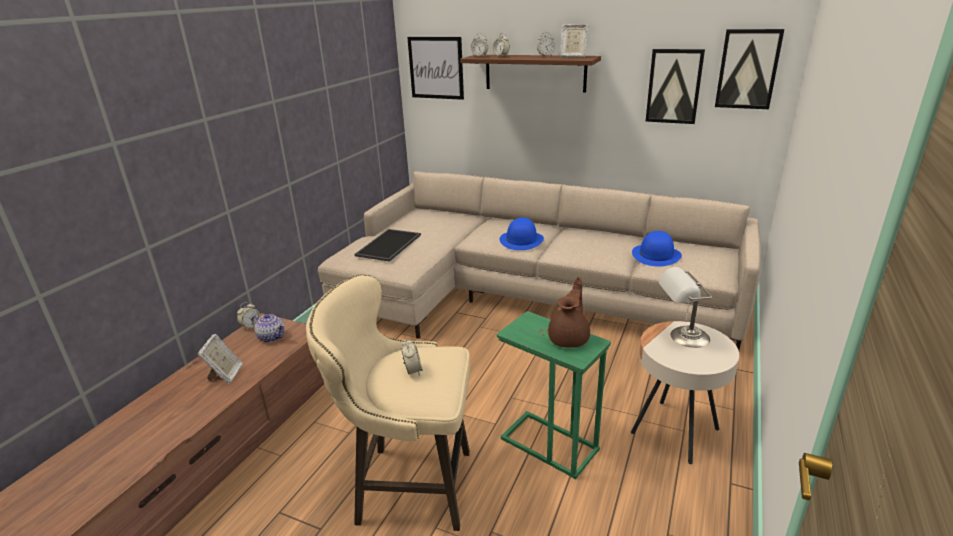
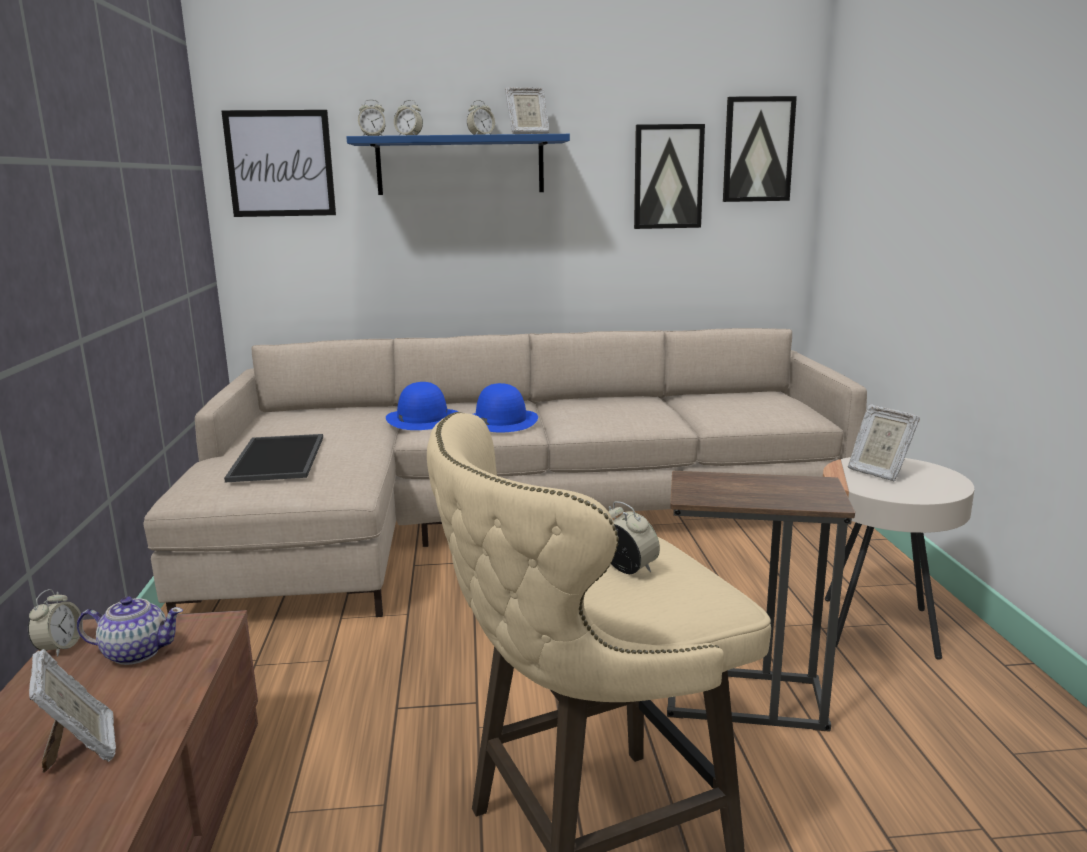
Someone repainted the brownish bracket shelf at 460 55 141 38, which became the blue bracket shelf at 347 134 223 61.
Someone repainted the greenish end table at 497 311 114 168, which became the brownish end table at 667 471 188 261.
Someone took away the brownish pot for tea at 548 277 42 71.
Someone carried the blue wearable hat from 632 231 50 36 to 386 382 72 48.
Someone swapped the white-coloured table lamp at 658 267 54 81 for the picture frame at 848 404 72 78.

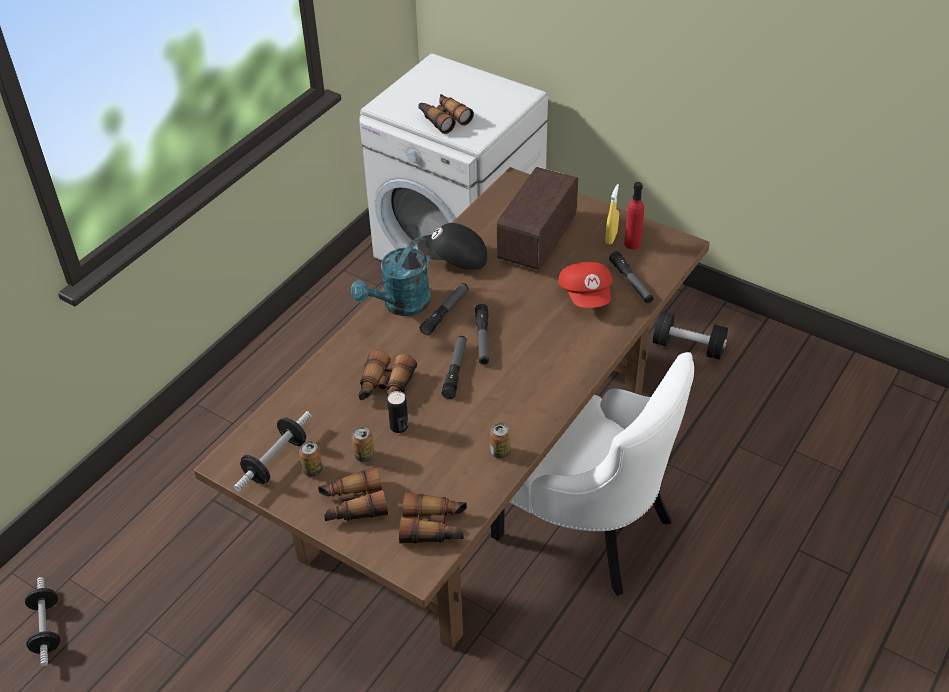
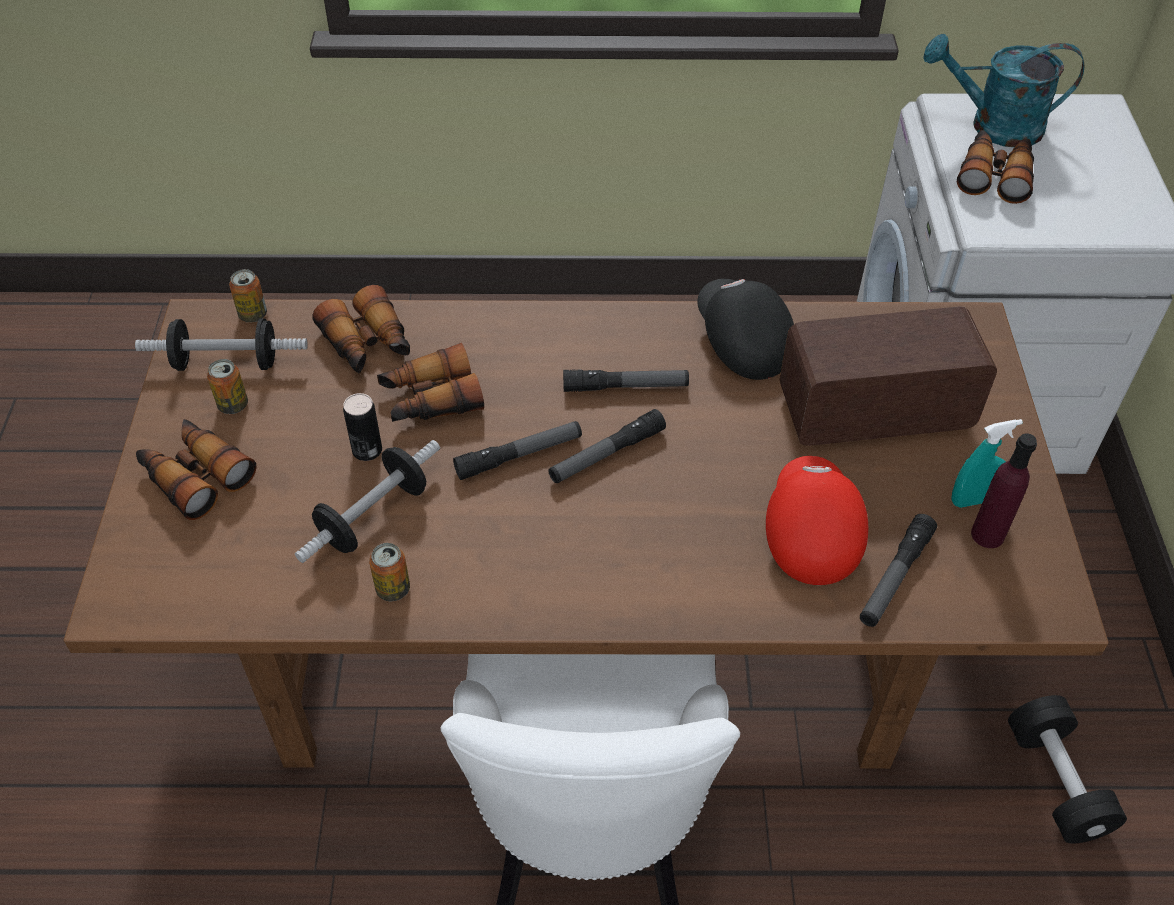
Someone carried the free weight from 25 577 35 89 to 295 440 145 123.
Someone carried the blue-green sprinkling can from 351 237 80 79 to 923 34 162 113.
Someone carried the sealed can from 352 427 22 35 to 229 269 38 54.
Someone carried the pair of binoculars from 399 492 68 52 to 312 285 98 88.
Someone rotated the red baseball cap at 558 262 55 46 by 135 degrees clockwise.
Someone repainted the yellow-coloured spray bottle at 605 184 14 61, which became the blue-green spray bottle at 951 419 72 89.
Someone repainted the red bottle at 624 182 20 67, which became the purplish bottle at 971 433 66 115.

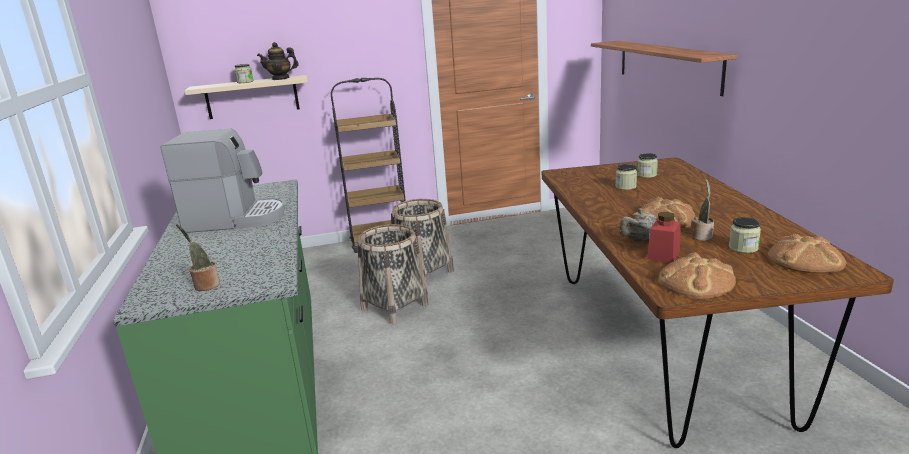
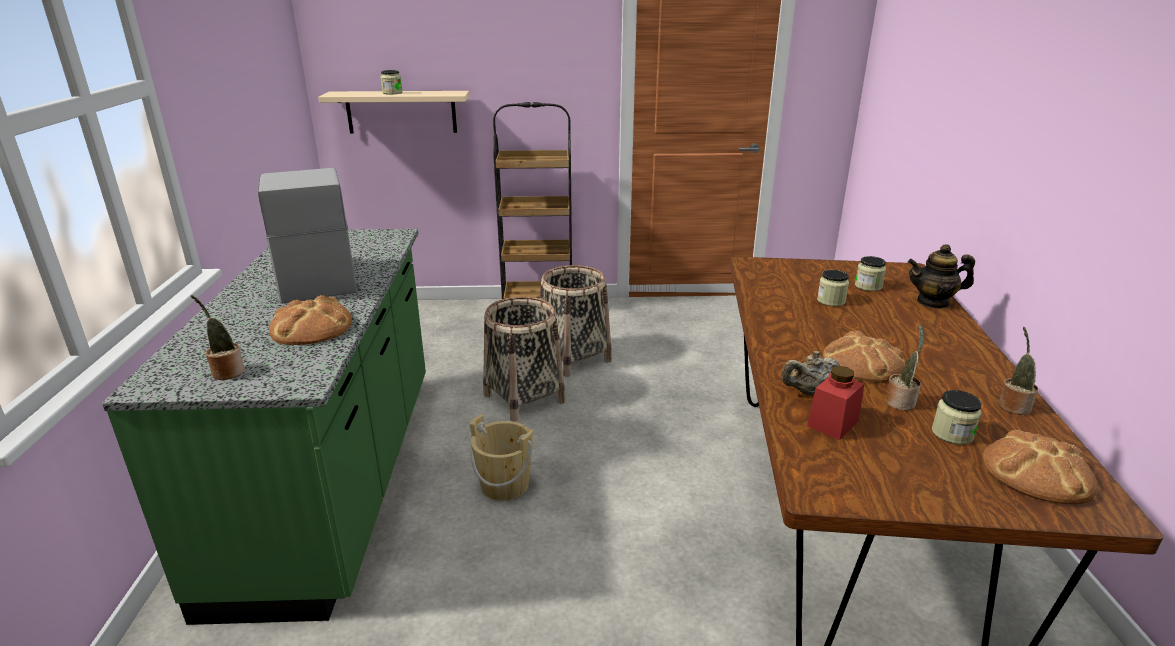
Someone rotated the coffee maker at 161 129 124 104 by 120 degrees counterclockwise.
Someone carried the pot for tea from 257 42 42 38 to 908 244 67 65.
Someone took away the bracket shelf at 591 41 147 55.
Someone carried the baked bread from 658 252 78 47 to 269 295 83 50.
Someone put down the beige-coloured bucket at 469 414 65 87.
Someone put down the houseplant at 998 327 40 88.

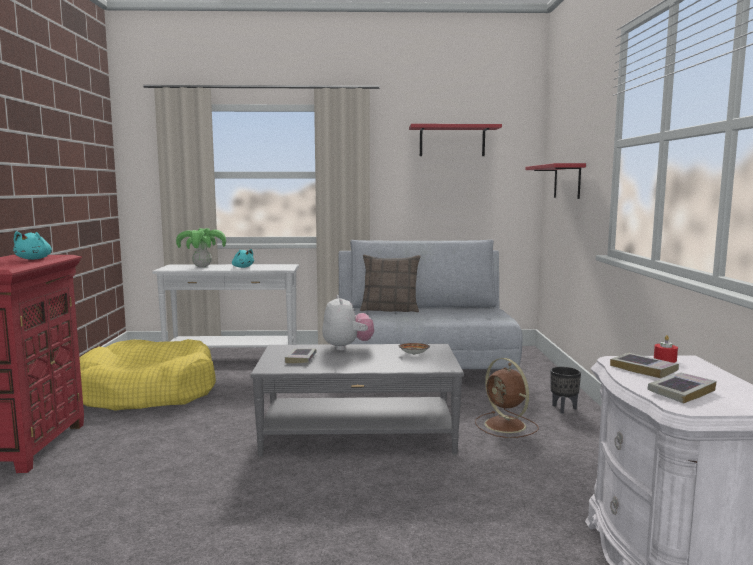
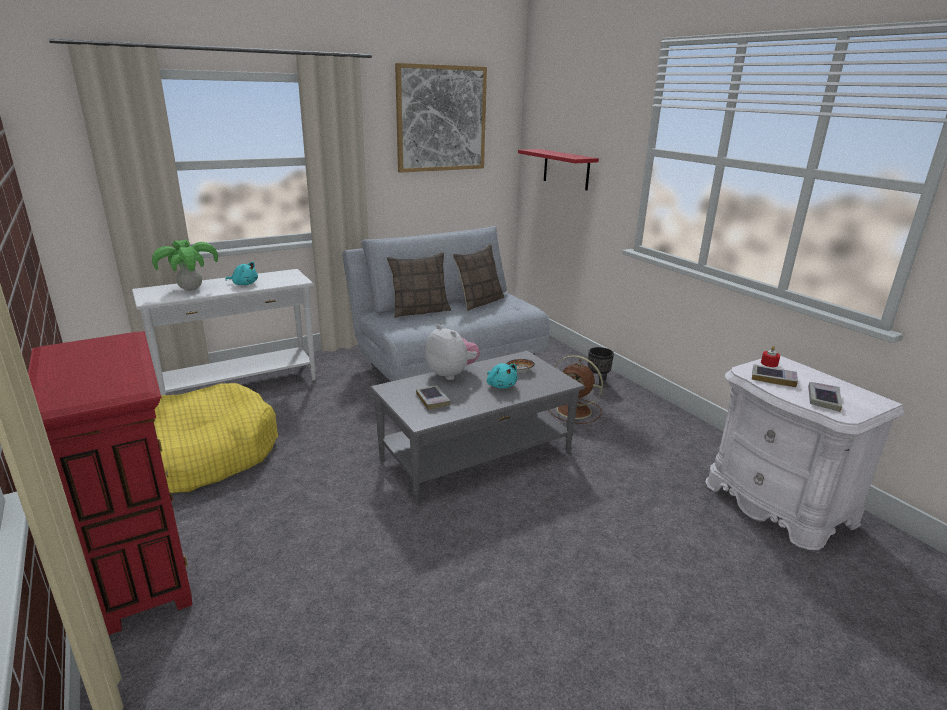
Someone carried the blue-green cuddly toy from 13 231 39 29 to 487 363 31 26.
Someone swapped the red bracket shelf at 409 124 93 32 for the picture at 395 63 92 110.
Someone put down the throw pillow at 453 244 51 67.

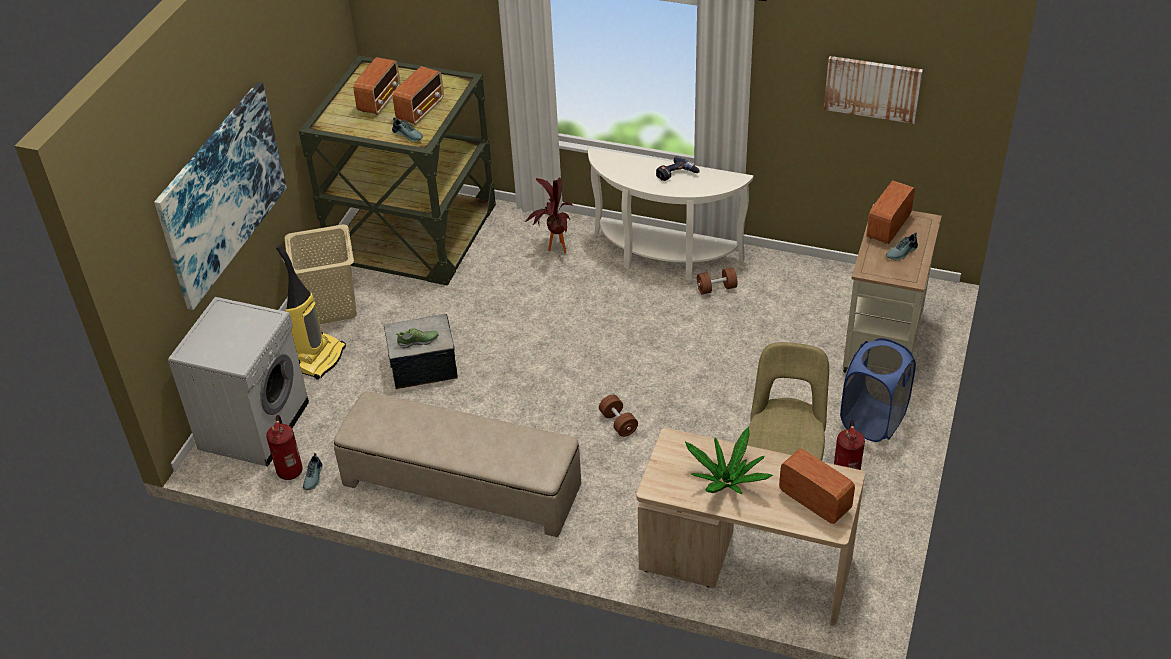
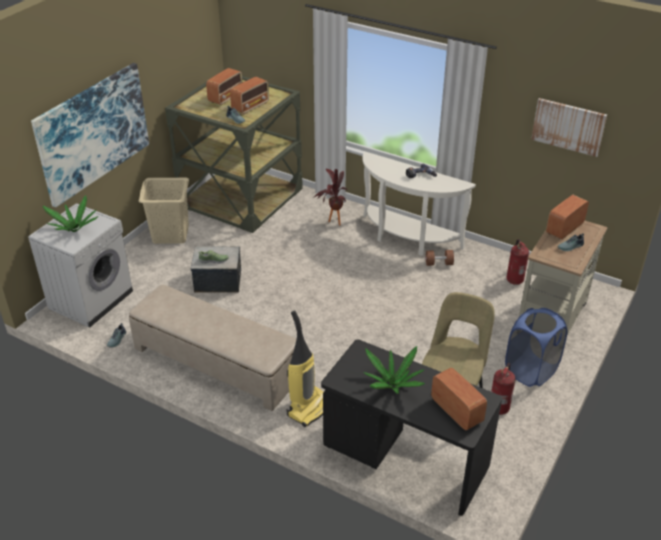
Someone carried the extinguisher from 266 415 37 65 to 507 239 22 46.
Someone carried the hoover from 276 245 70 135 to 287 310 36 117.
Someone took away the brownish free weight at 599 394 39 43.
Someone repainted the beige-coloured desk at 636 428 229 198, which became the blackish desk at 321 339 181 177.
Someone put down the houseplant at 43 195 55 37.

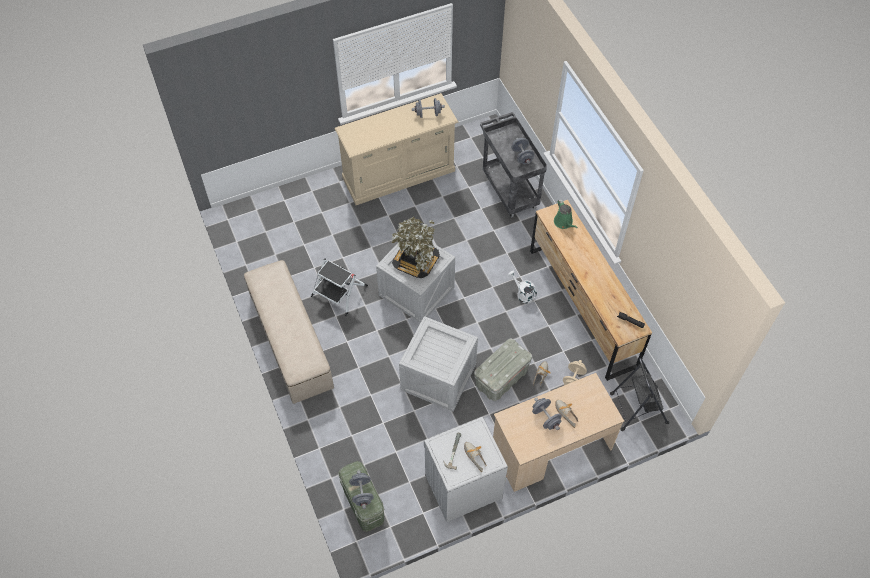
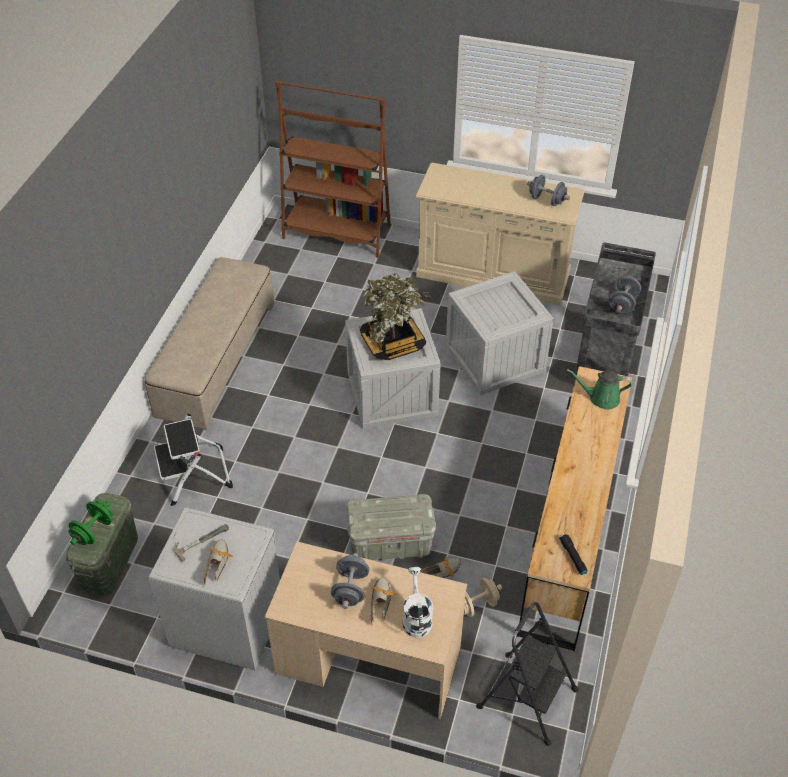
Someone carried the step ladder from 311 258 57 59 to 154 413 79 93.
Someone repainted the grey free weight at 349 470 25 39, which became the greenish free weight at 69 501 44 44.
Someone carried the crate from 399 316 79 96 to 446 271 108 124.
Someone carried the white-coloured sprinkling can from 508 271 29 32 to 403 567 30 71.
Someone rotated the greenish sprinkling can at 554 199 24 30 by 75 degrees clockwise.
Someone put down the brownish bookcase at 275 80 116 177.

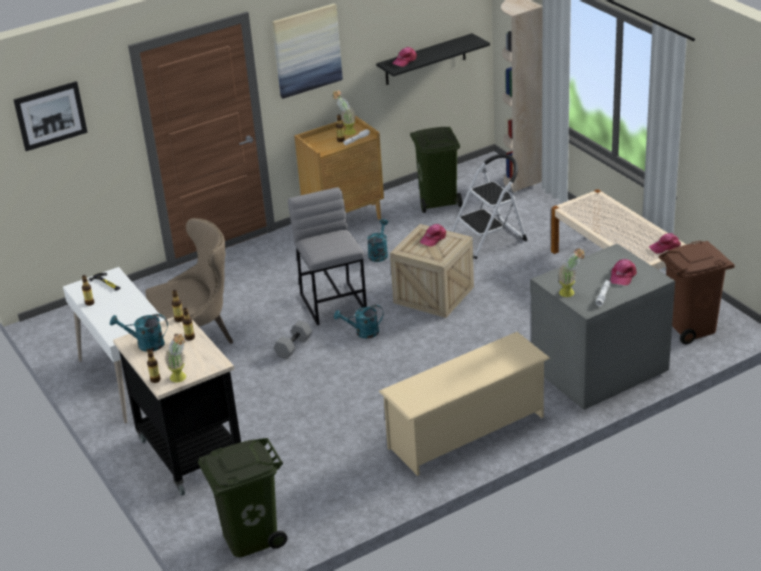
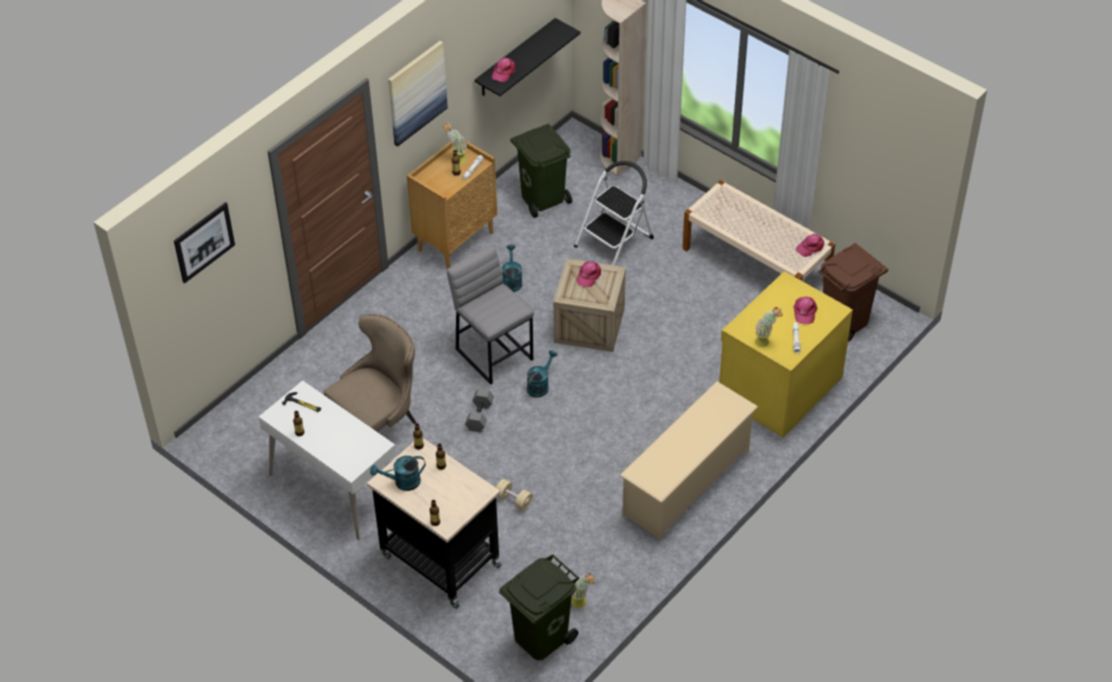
Someone carried the houseplant from 164 334 22 48 to 571 573 24 35.
Someone rotated the blue-green sprinkling can at 334 305 50 34 by 150 degrees clockwise.
Someone repainted the grey laundry appliance at 530 244 145 166, which became the yellow-coloured laundry appliance at 719 271 134 167.
Someone put down the beige-coloured free weight at 496 479 37 32.

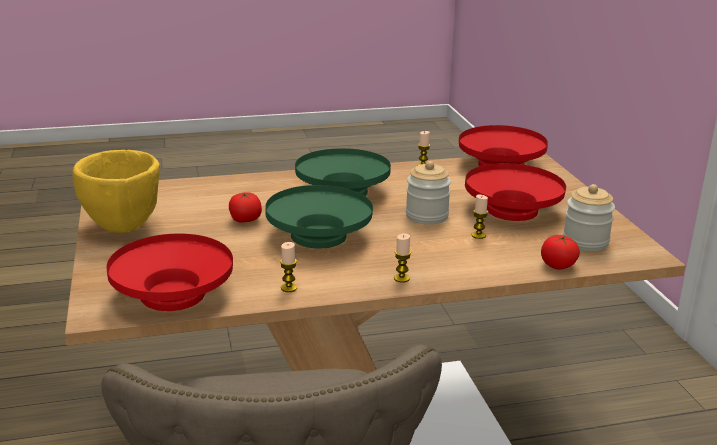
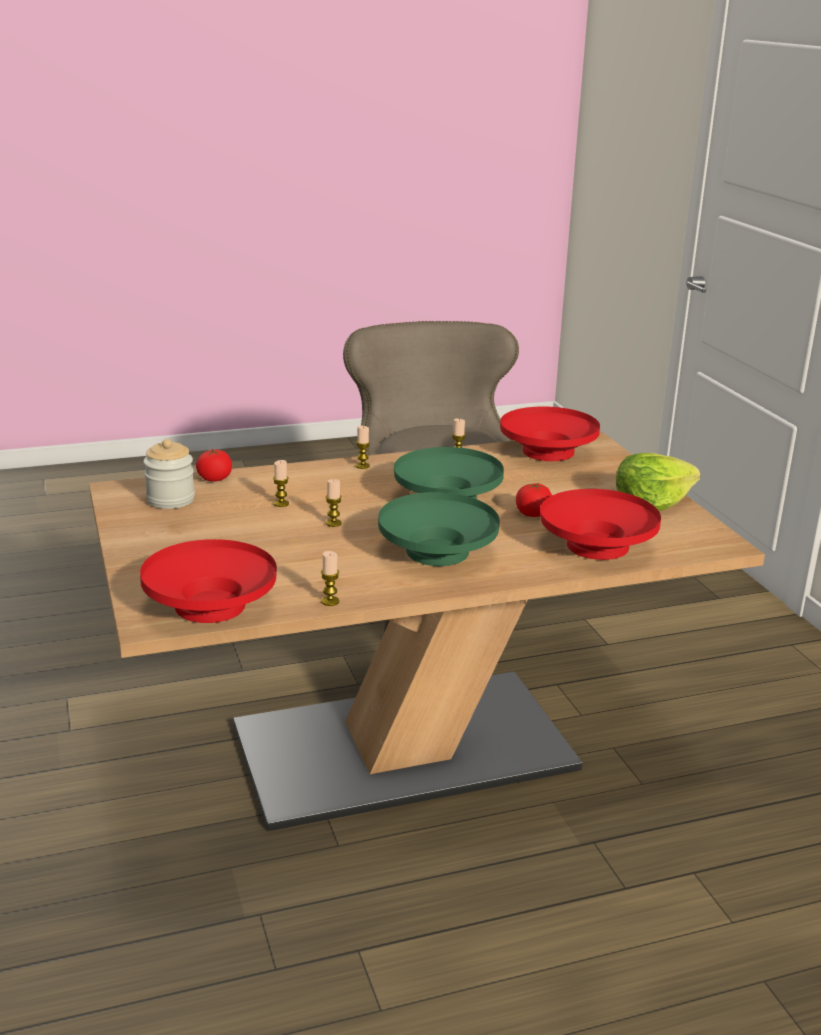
Someone swapped the yellow-coloured deep dish at 73 150 87 83 for the lettuce head at 616 453 85 58.
Someone swapped the storage jar at 406 161 45 64 for the wax light at 326 479 16 48.
Someone carried the red deep dish from 465 163 101 58 to 540 489 121 71.

